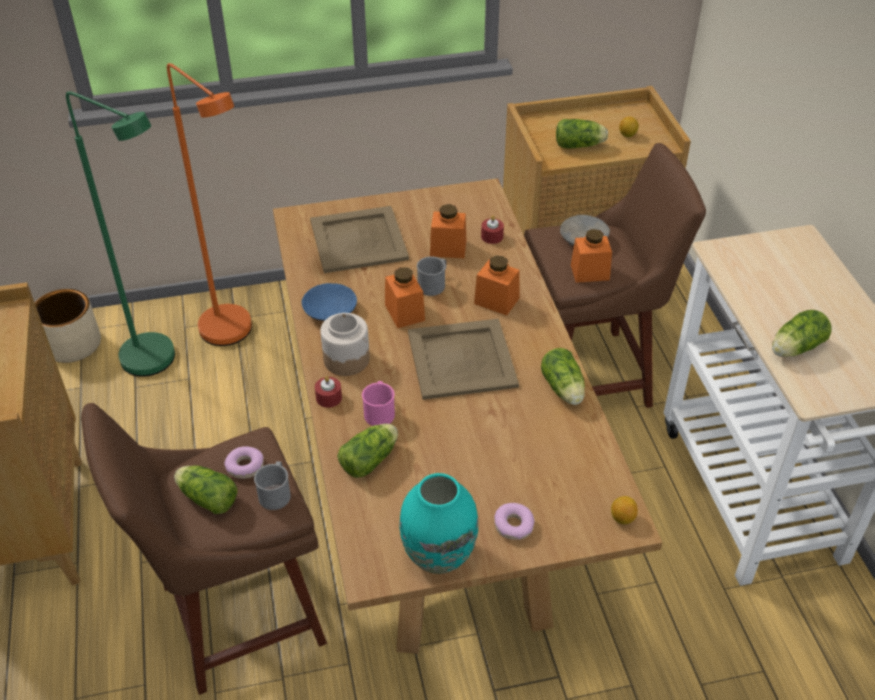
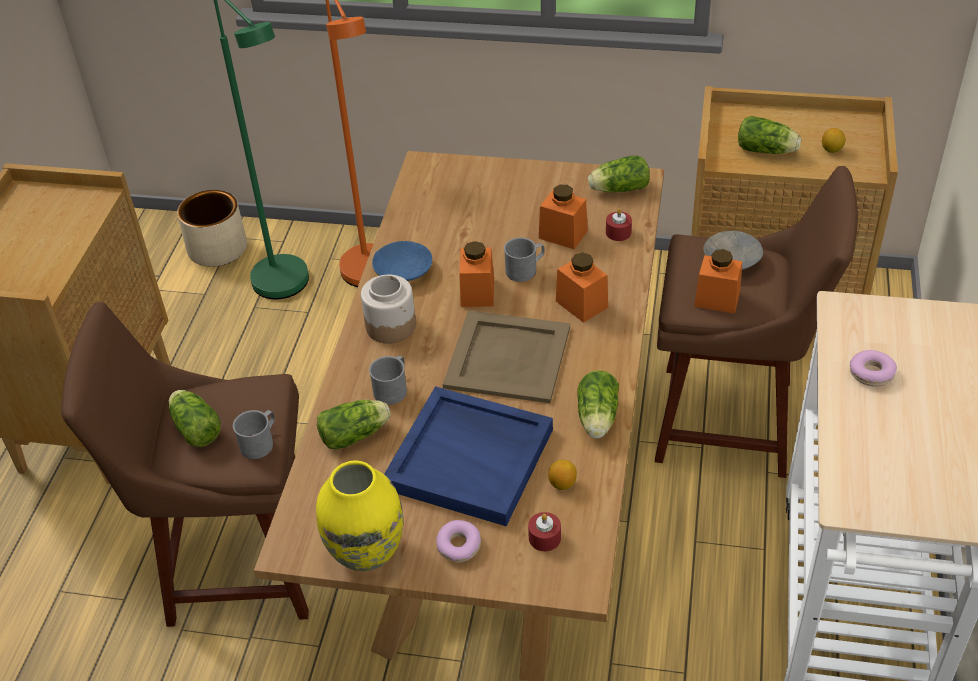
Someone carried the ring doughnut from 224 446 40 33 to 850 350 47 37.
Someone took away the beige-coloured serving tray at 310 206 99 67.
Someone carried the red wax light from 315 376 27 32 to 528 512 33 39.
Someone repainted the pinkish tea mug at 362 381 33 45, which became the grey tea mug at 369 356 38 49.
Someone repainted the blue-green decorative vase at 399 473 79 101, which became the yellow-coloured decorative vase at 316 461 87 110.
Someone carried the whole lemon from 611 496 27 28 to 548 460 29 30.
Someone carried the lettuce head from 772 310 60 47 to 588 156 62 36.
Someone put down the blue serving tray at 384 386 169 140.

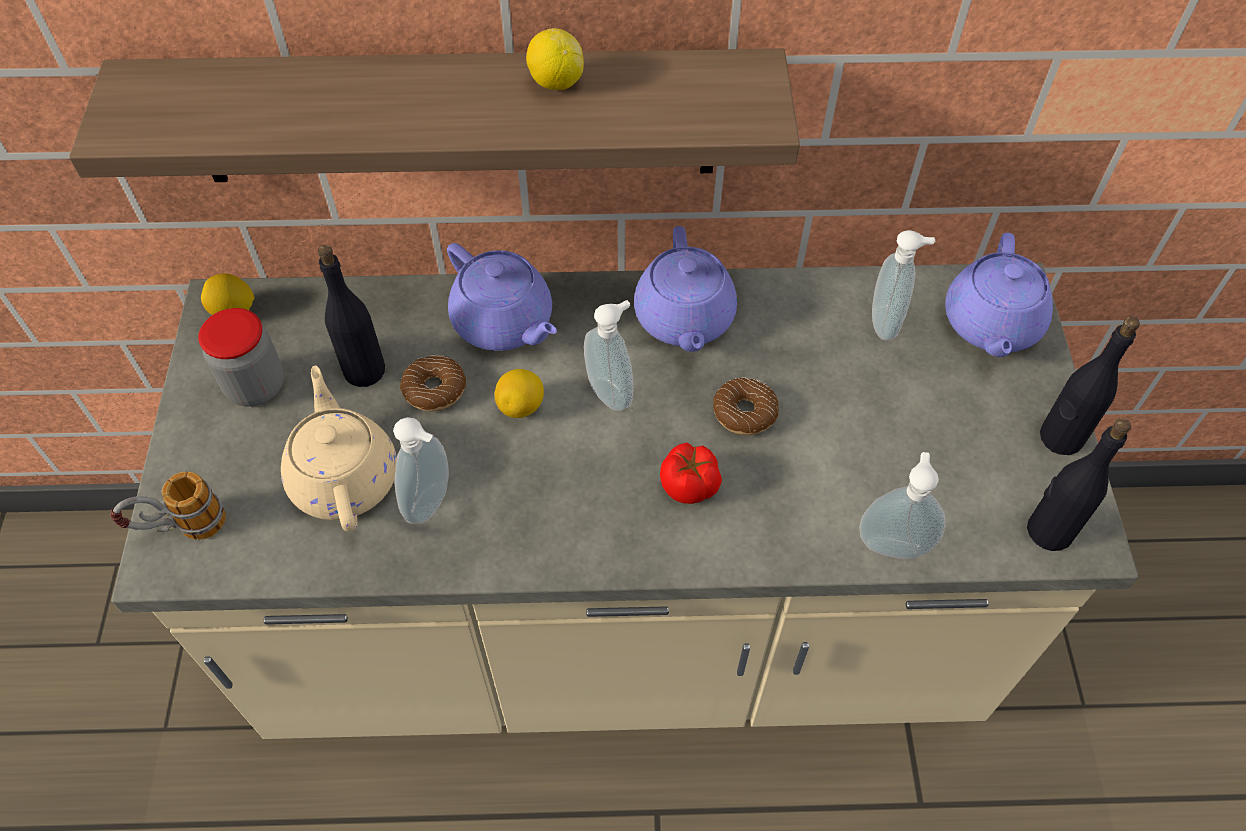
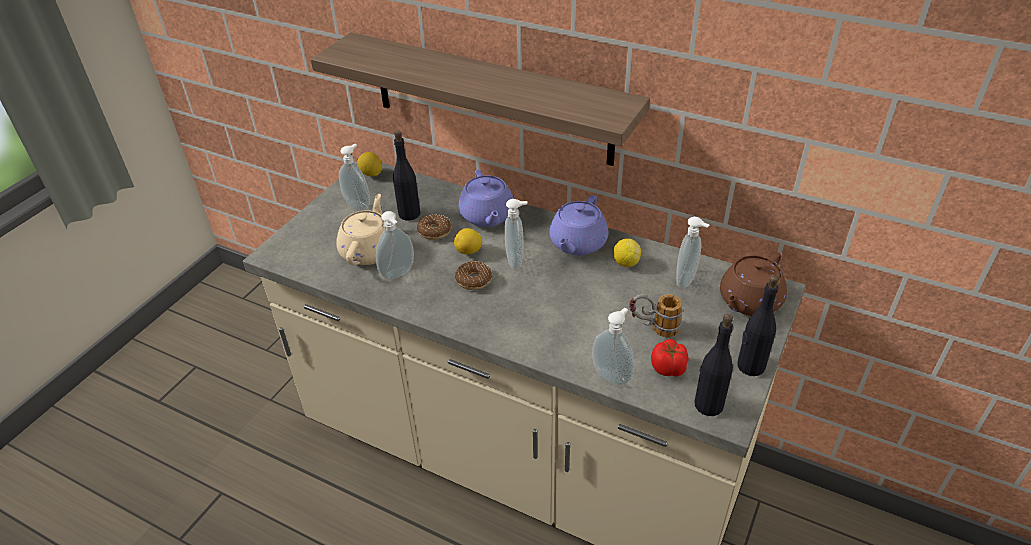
Someone carried the tea mug from 110 472 116 68 to 629 294 54 43.
Someone swapped the storage jar at 198 308 86 99 for the soap dispenser at 339 144 31 66.
Someone carried the whole lemon from 526 28 58 62 to 613 239 28 28.
Someone carried the whole tomato from 660 442 62 62 to 651 339 37 38.
Someone carried the ring doughnut from 713 377 66 58 to 455 261 37 29.
Someone repainted the purplish pot for tea at 945 233 108 124, which became the brownish pot for tea at 720 252 67 64.

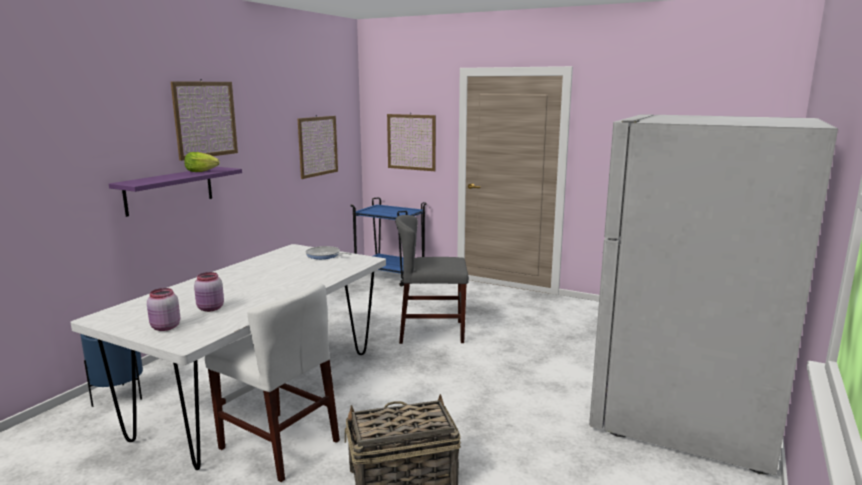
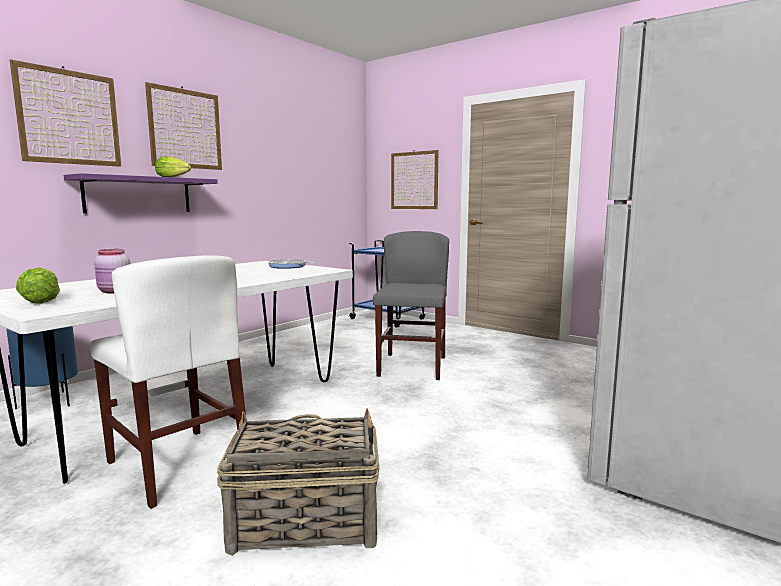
Someone swapped the pinkish storage jar at 147 288 33 43 for the lettuce head at 16 267 44 37.
Someone carried the picture from 298 115 40 64 to 10 59 111 108.
Someone rotated the grey plain chair at 395 215 74 129 by 90 degrees clockwise.

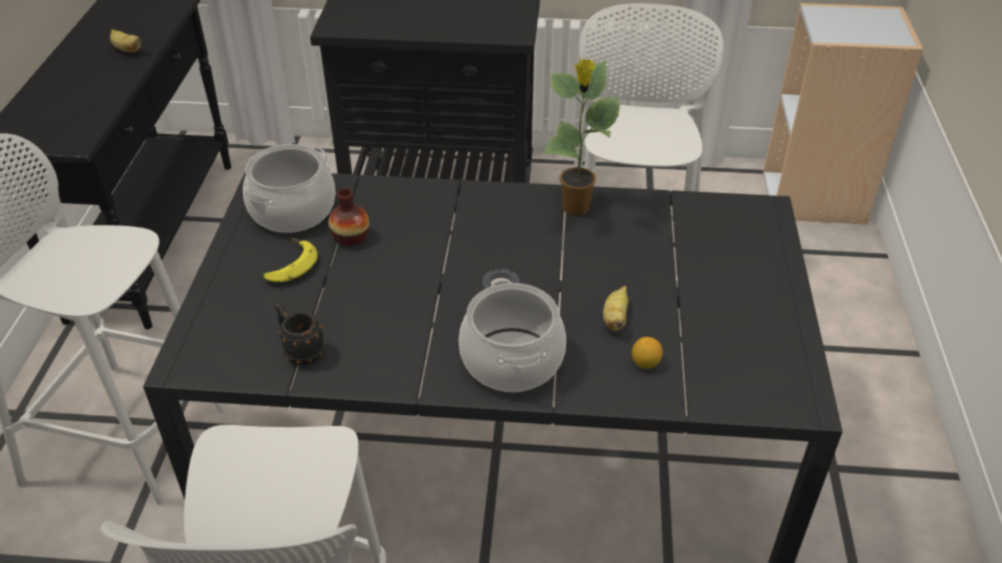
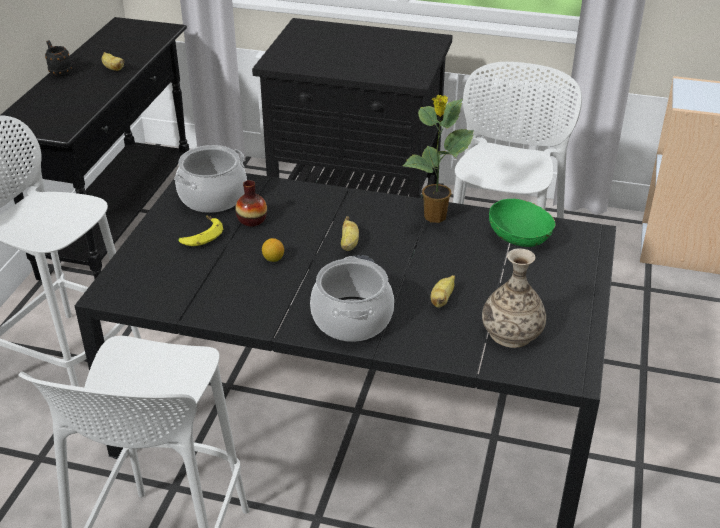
Someone carried the blackish tea mug from 275 303 50 63 to 45 41 27 36.
Someone carried the whole lemon from 632 337 31 32 to 262 238 22 24.
Someone put down the whole banana at 341 216 18 35.
Someone put down the decorative vase at 482 248 64 100.
Someone put down the greenish deep dish at 489 199 67 48.

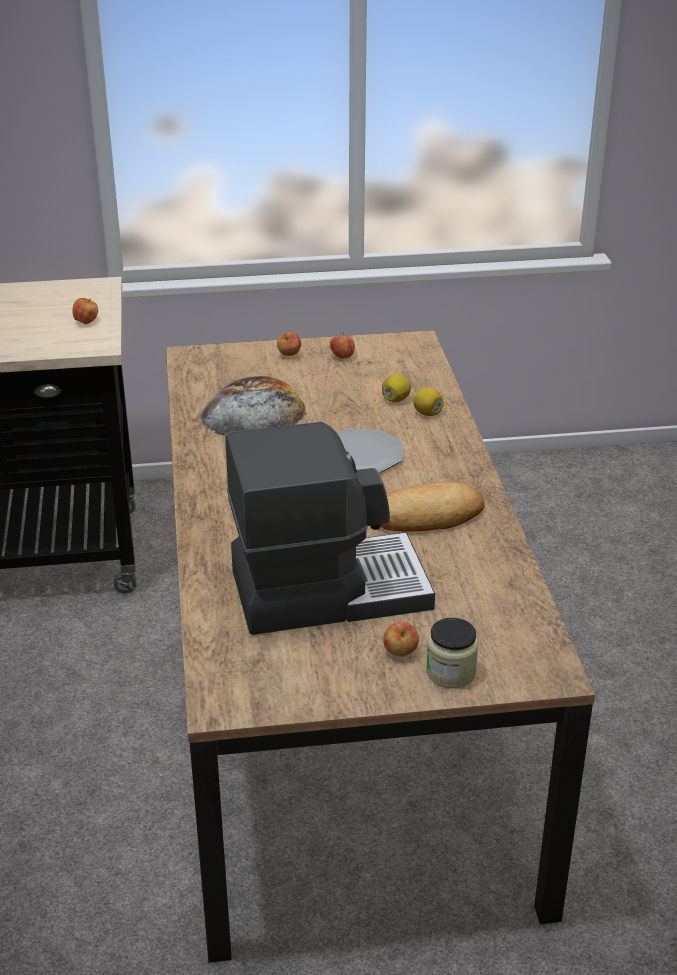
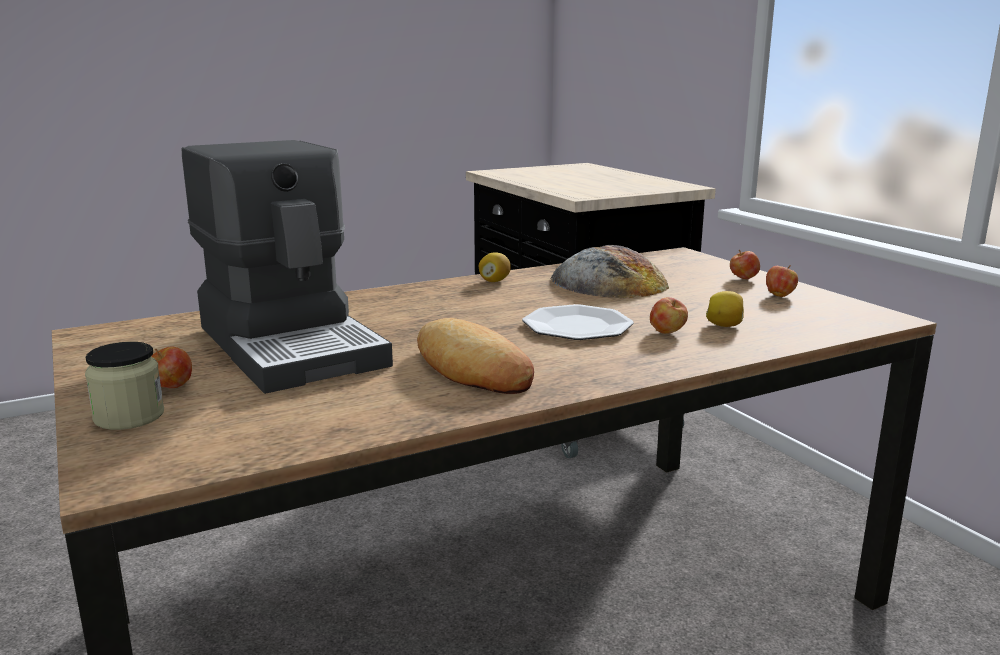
Someone carried the apple fruit from 72 298 26 26 to 650 297 38 37.
Someone carried the whole lemon from 413 388 31 28 to 479 252 32 30.

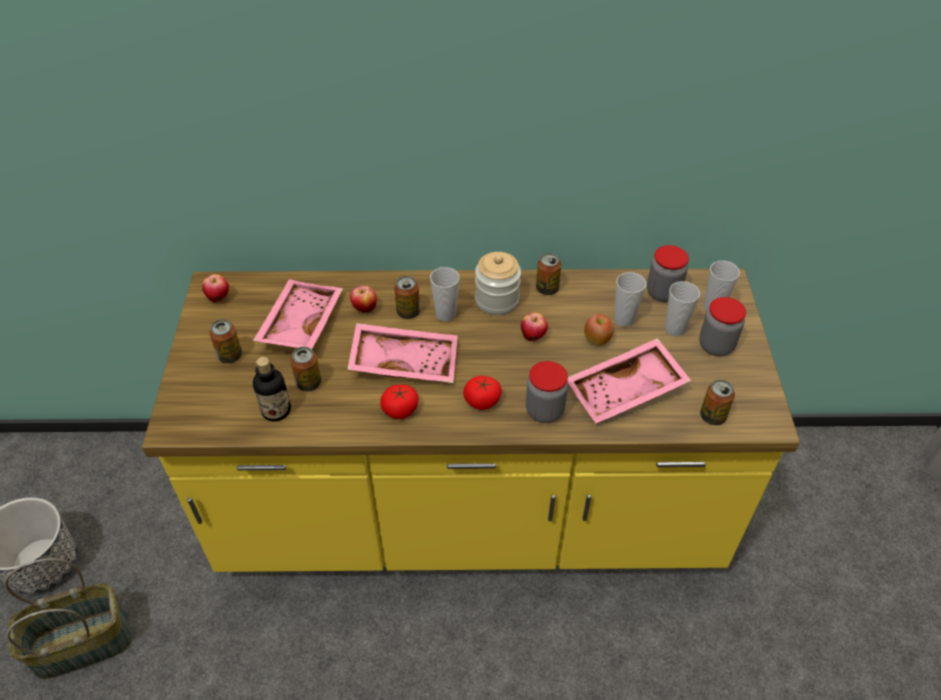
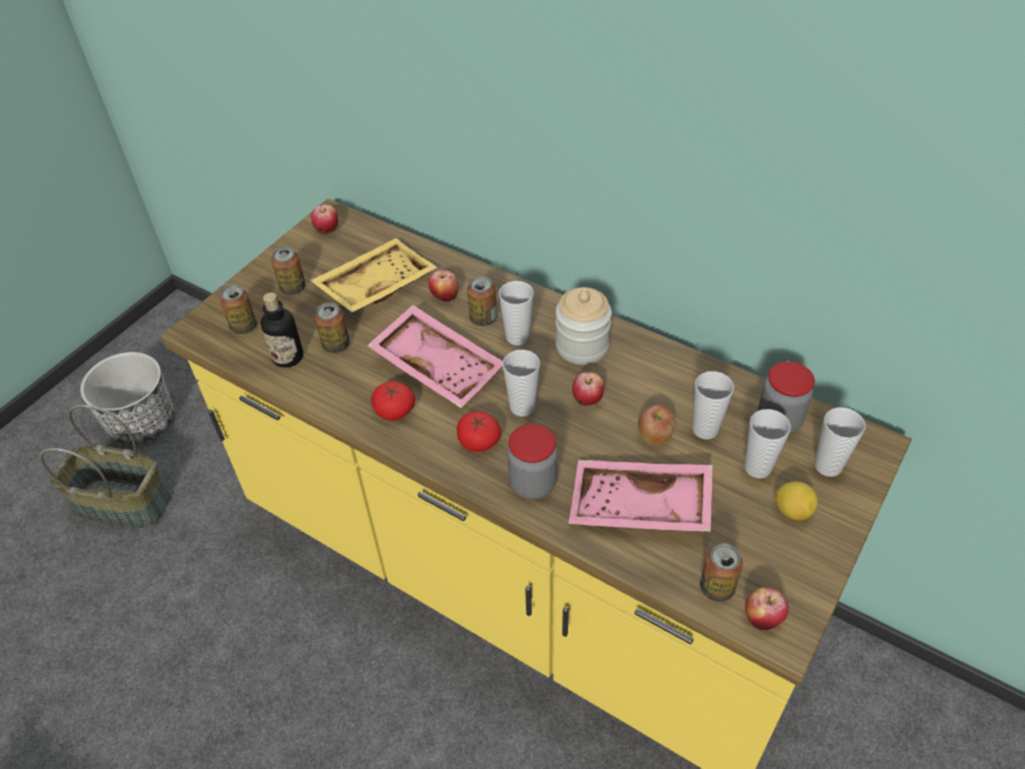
Someone repainted the pinkish serving tray at 253 279 90 70, which became the yellow-coloured serving tray at 310 238 128 74.
Someone carried the sealed can from 536 253 25 42 to 220 284 37 50.
Someone swapped the storage jar at 699 297 47 59 for the whole lemon at 775 482 43 38.
Someone put down the drinking cup at 502 349 38 68.
Someone put down the apple fruit at 745 587 44 43.

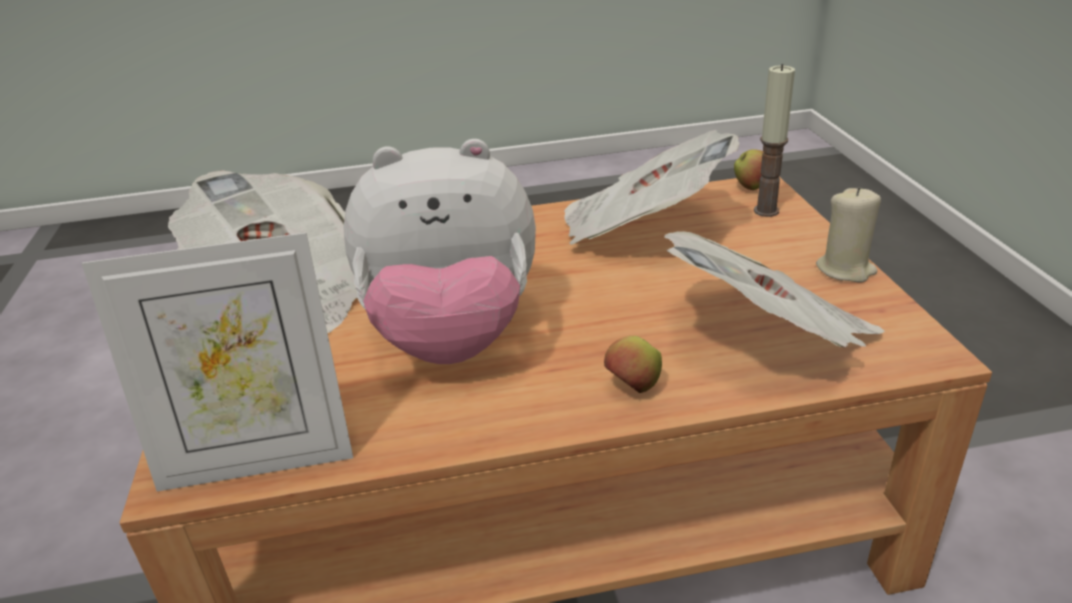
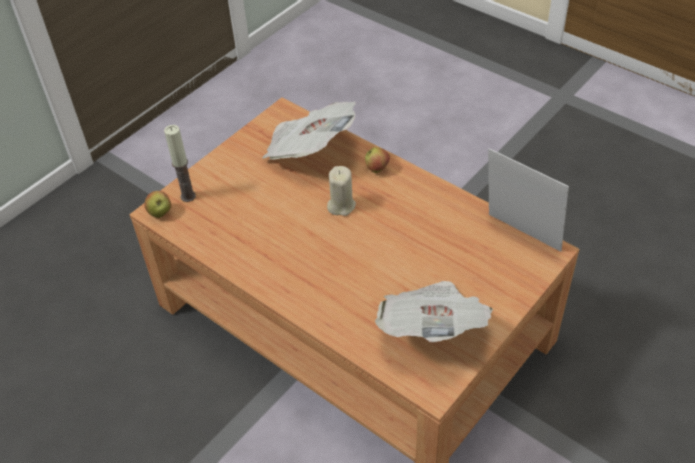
Someone took away the cuddly toy at 343 139 193 225.
Someone took away the printed paper at 564 130 176 115.
Someone carried the beige-coloured wax light from 816 187 65 95 to 327 166 29 50.

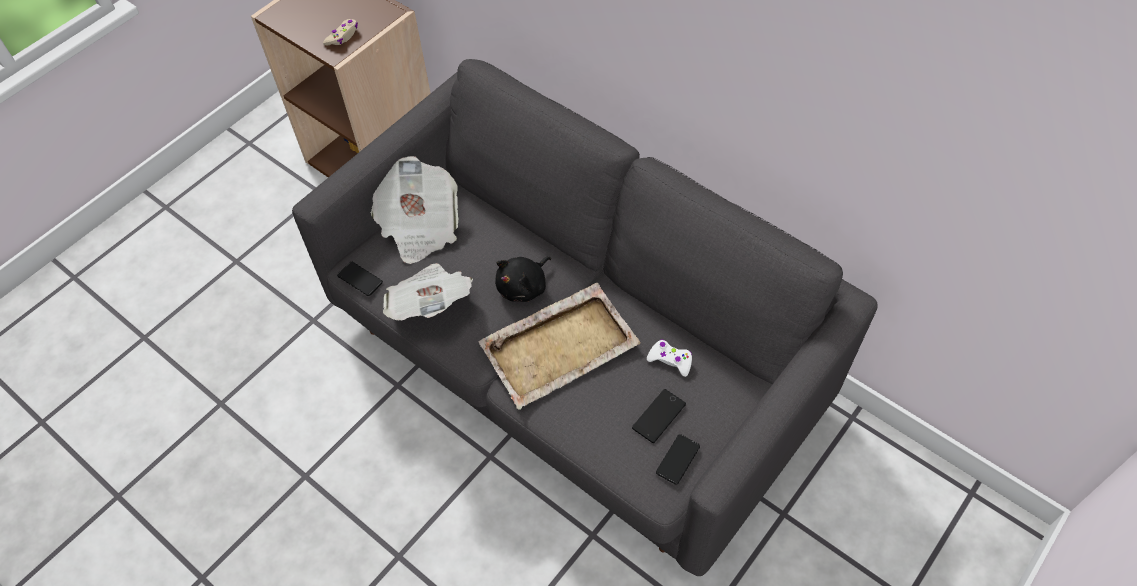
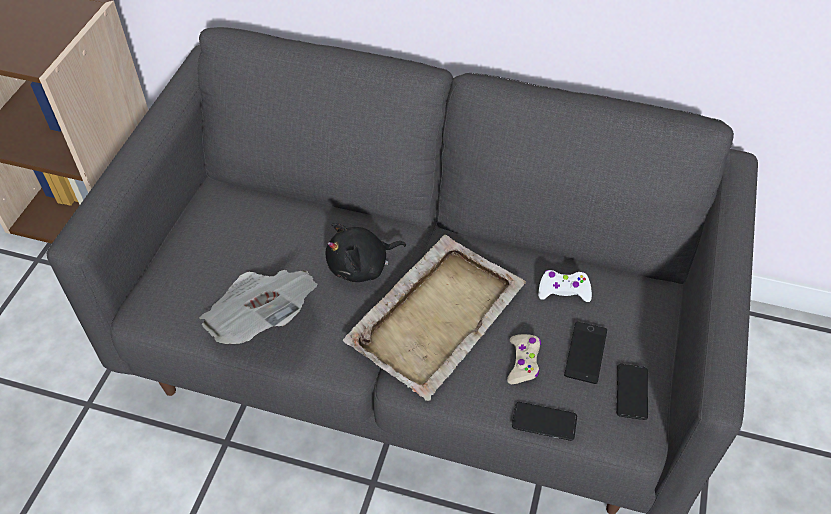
Someone carried the beige-coloured game controller from 323 19 35 27 to 507 334 34 51.
Someone carried the phone from 337 262 46 34 to 512 402 65 39.
Someone took away the printed paper at 371 156 87 108.
Someone rotated the blackish cuddly toy at 495 256 56 46 by 45 degrees clockwise.

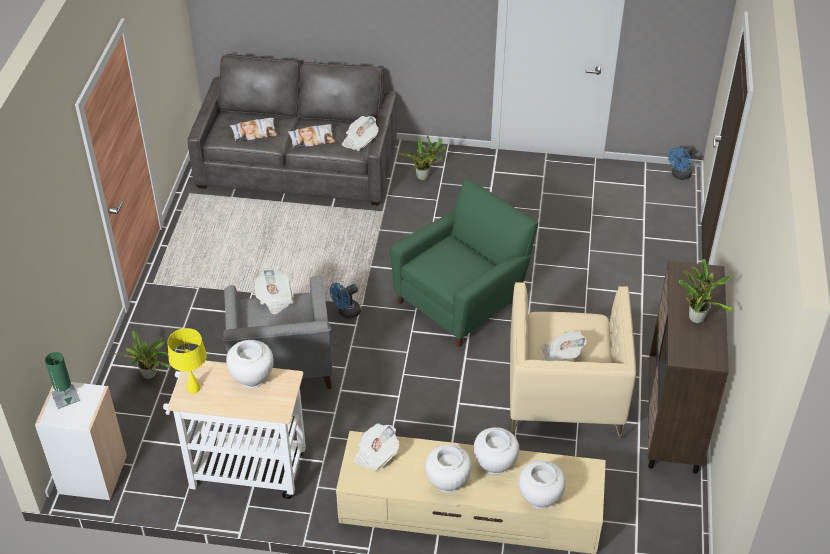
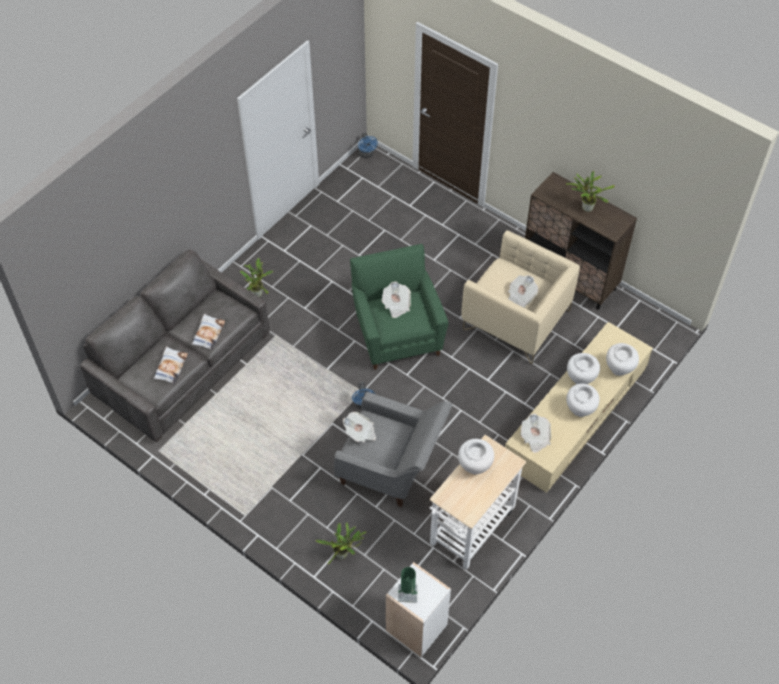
Someone took away the yellow-coloured table lamp at 167 328 40 66.
Someone carried the printed paper from 342 116 36 35 to 382 281 29 37.

